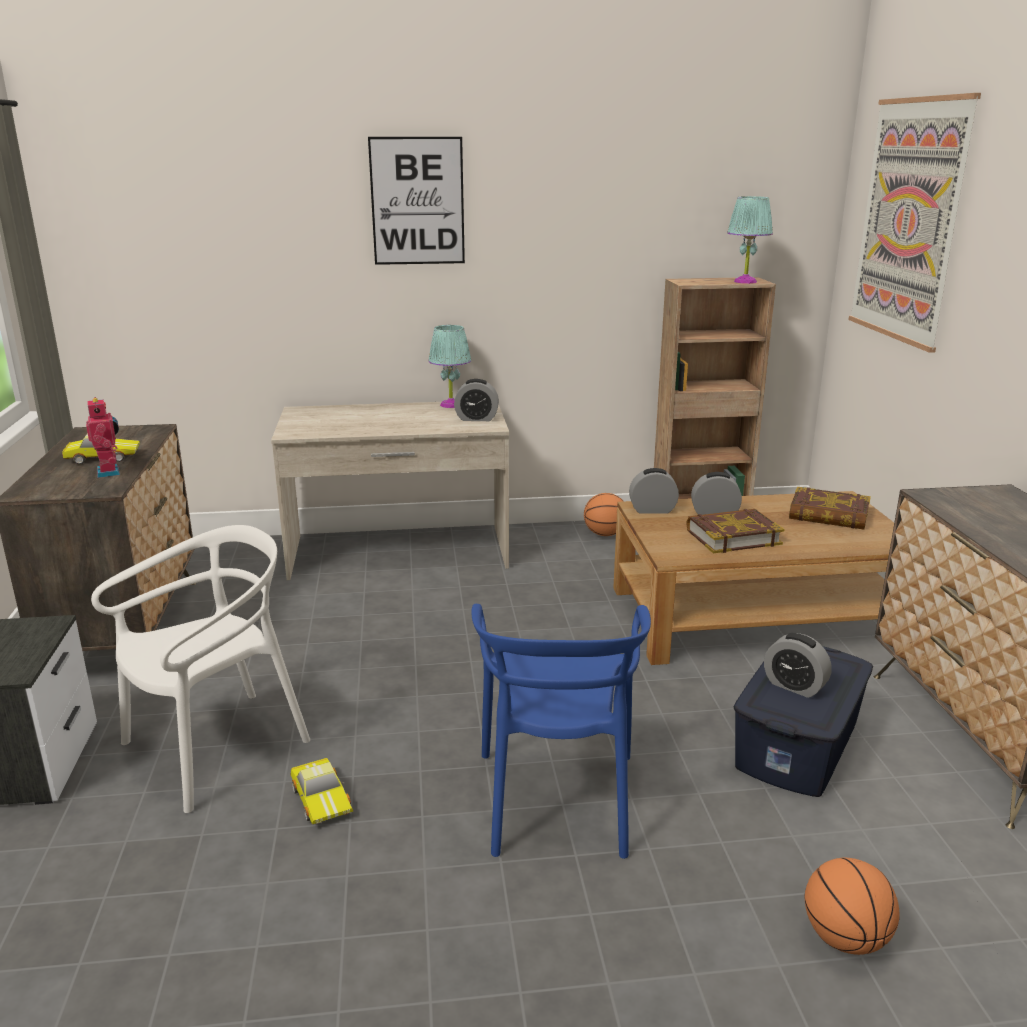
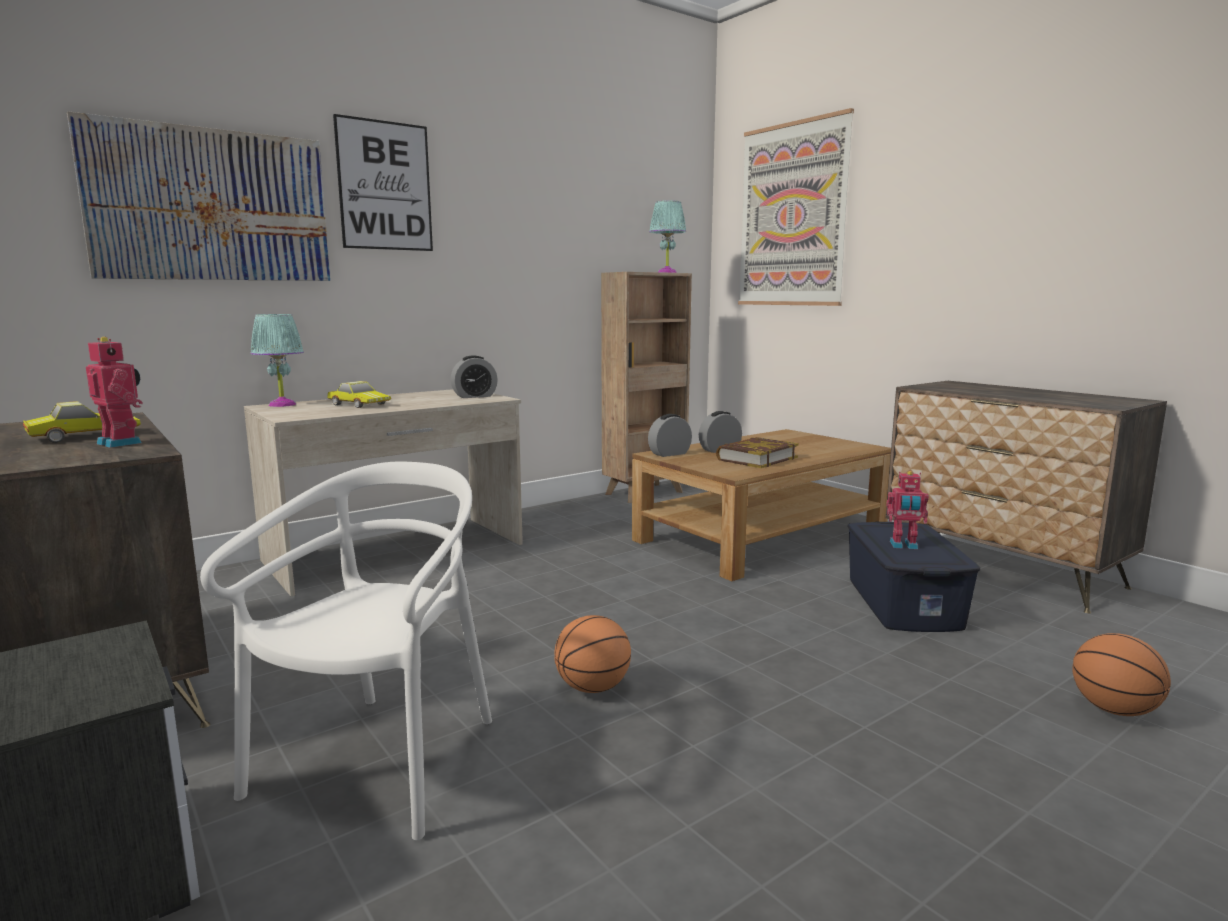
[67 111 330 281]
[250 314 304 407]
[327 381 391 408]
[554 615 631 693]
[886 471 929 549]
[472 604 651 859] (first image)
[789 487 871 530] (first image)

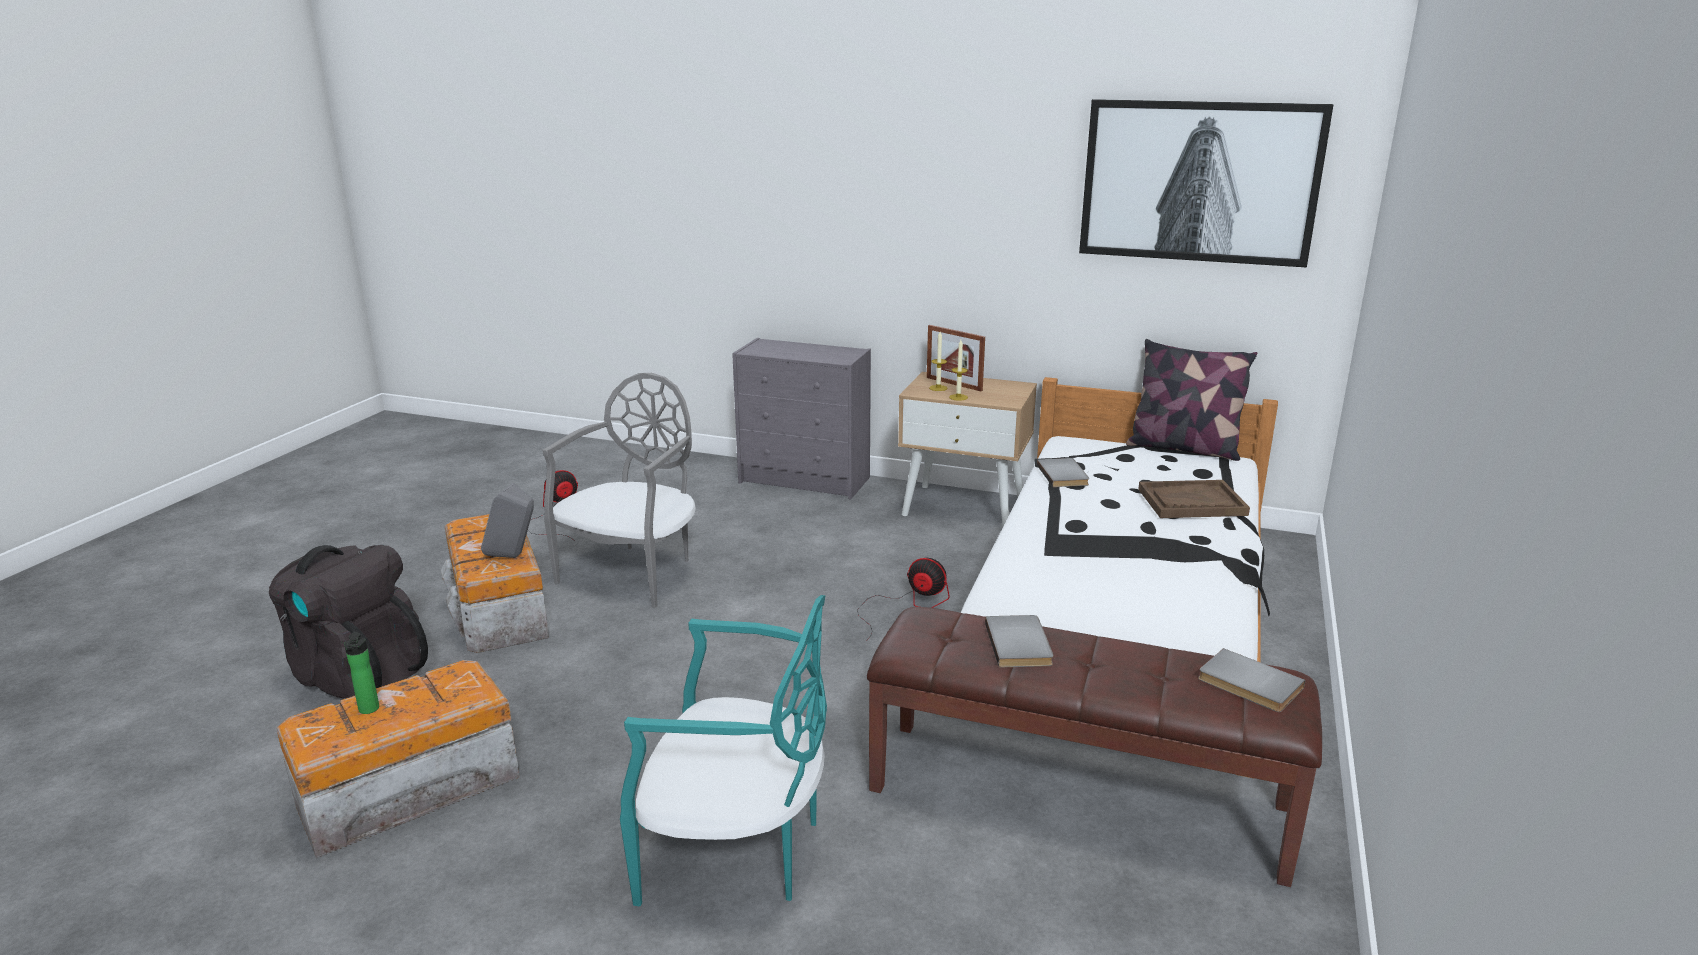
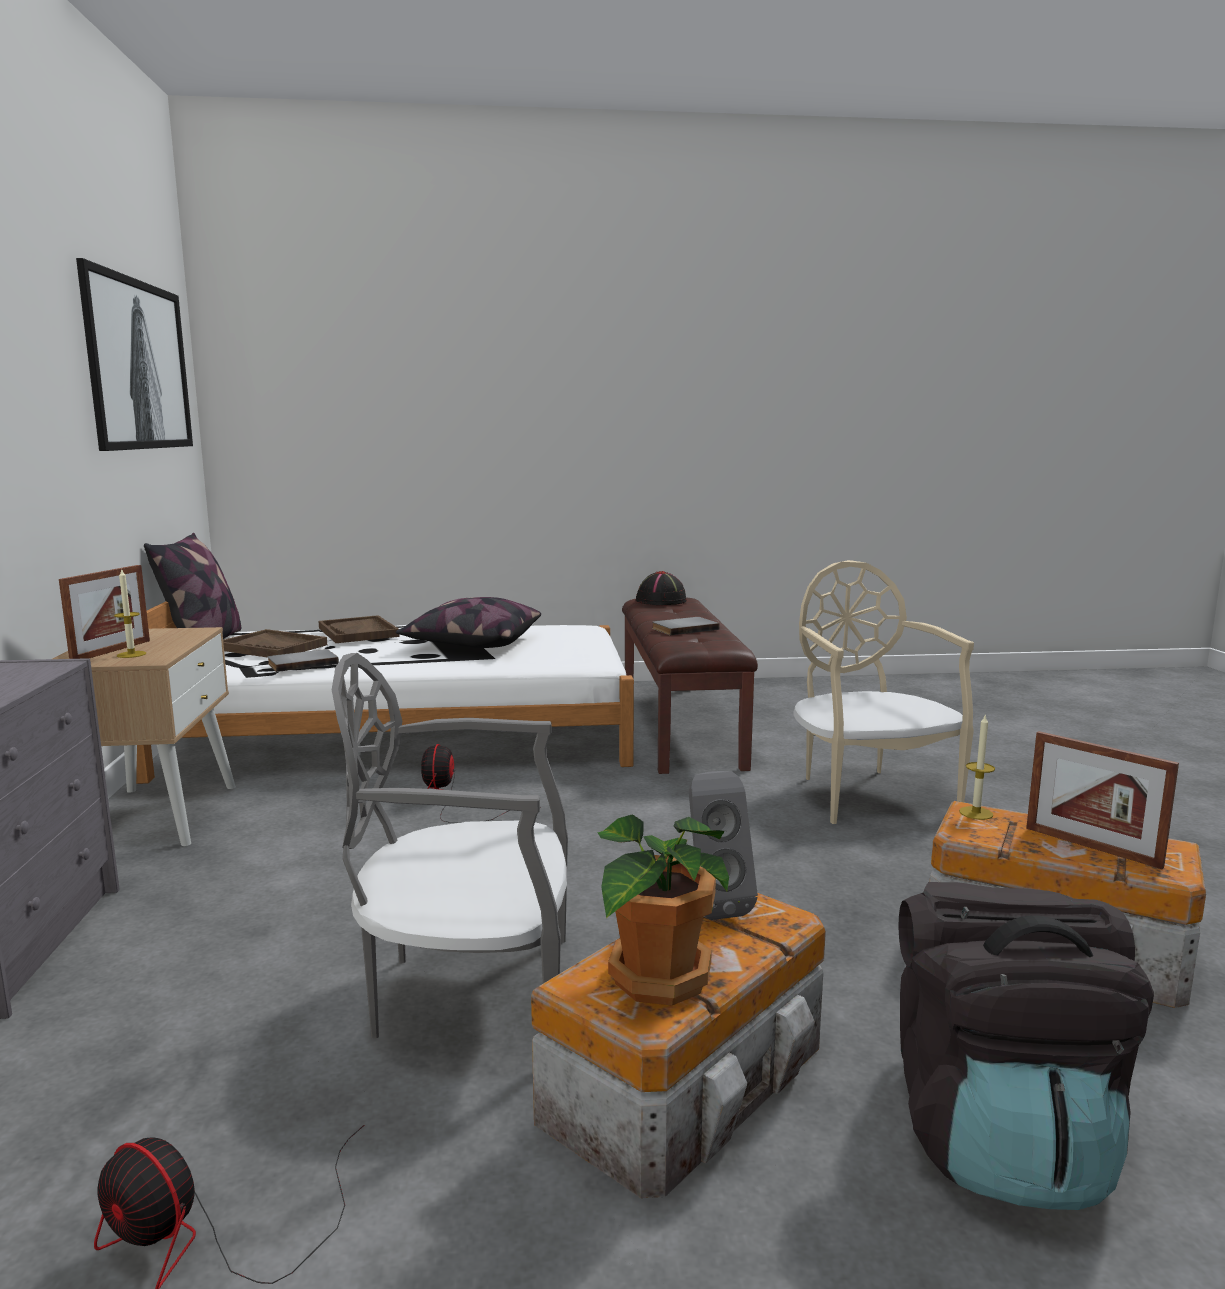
[223 629 327 658]
[396 597 541 648]
[597 814 729 1006]
[635 571 687 605]
[793 560 974 824]
[959 716 995 820]
[1026 731 1179 869]

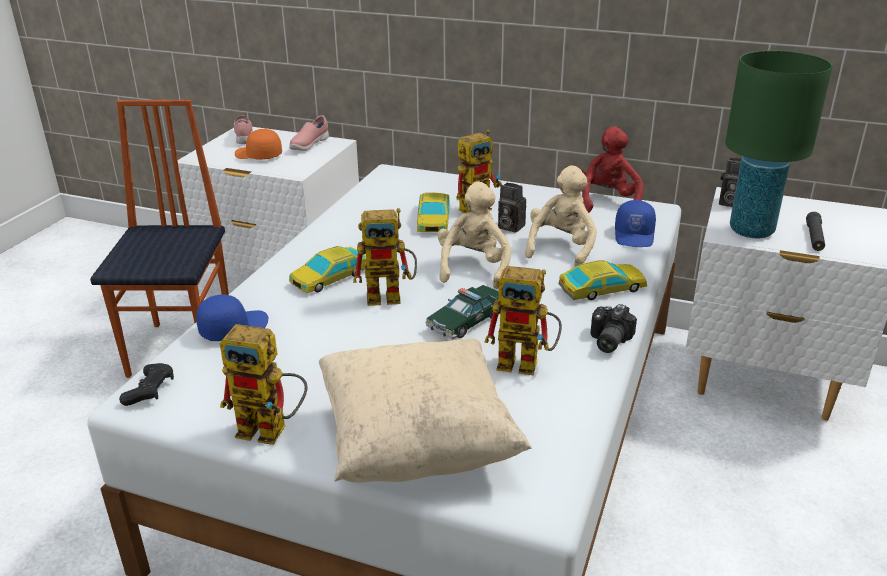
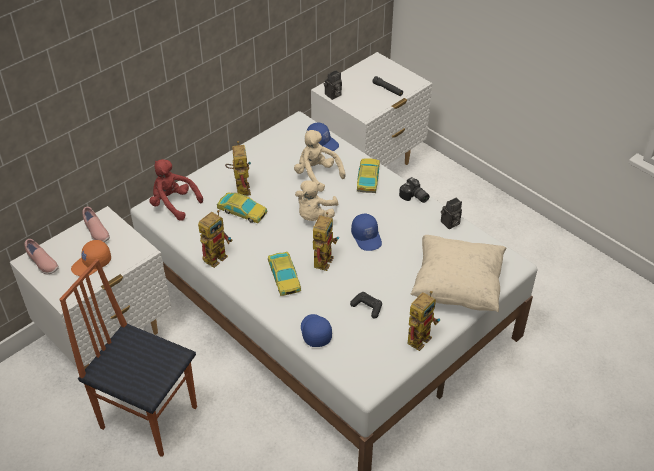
[24 239 59 274]
[149 159 203 221]
[198 210 232 268]
[295 180 338 221]
[350 292 382 319]
[351 213 382 251]
[441 198 462 229]
[725 50 833 238] (first image)

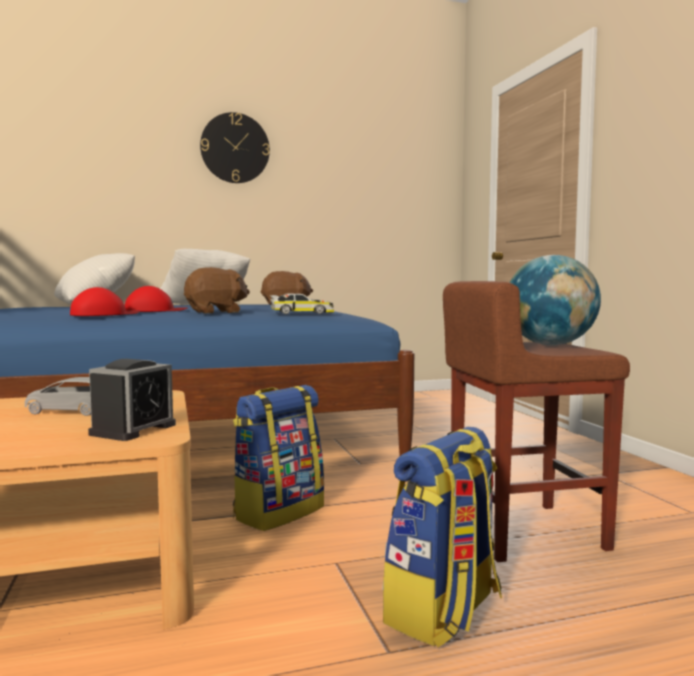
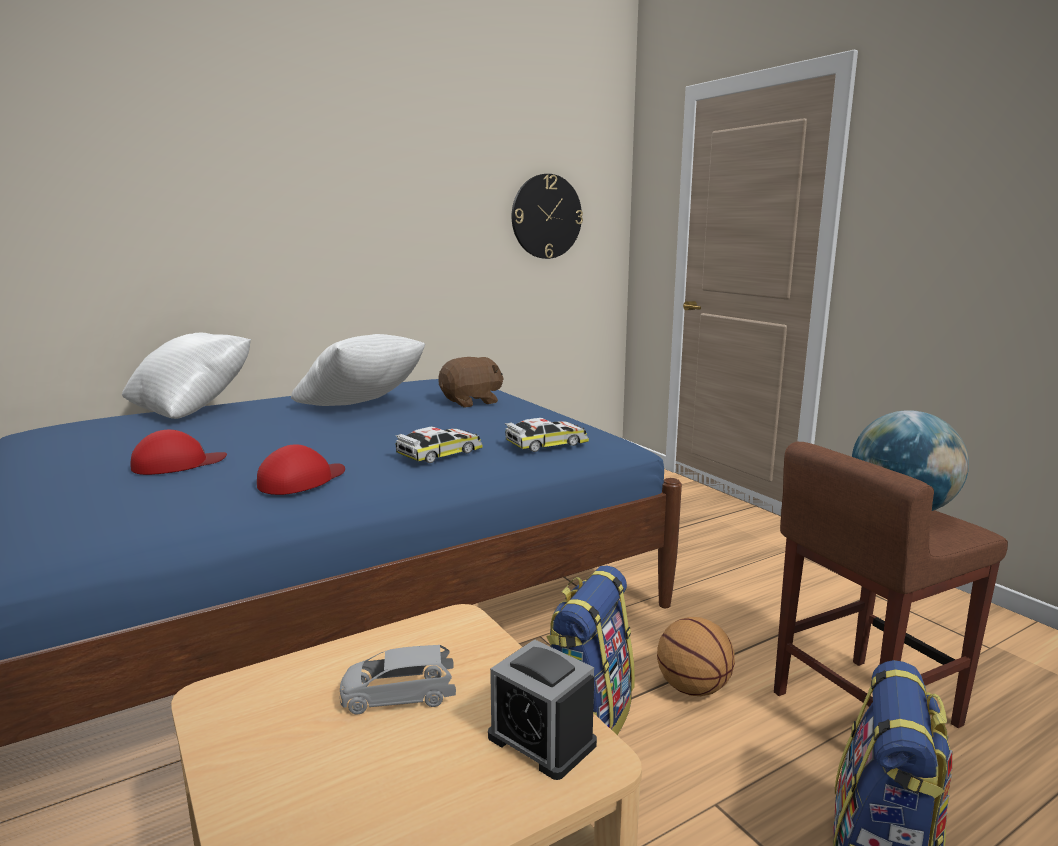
[131 430 227 475]
[395 427 483 463]
[488 639 597 780]
[512 174 583 259]
[657 617 735 696]

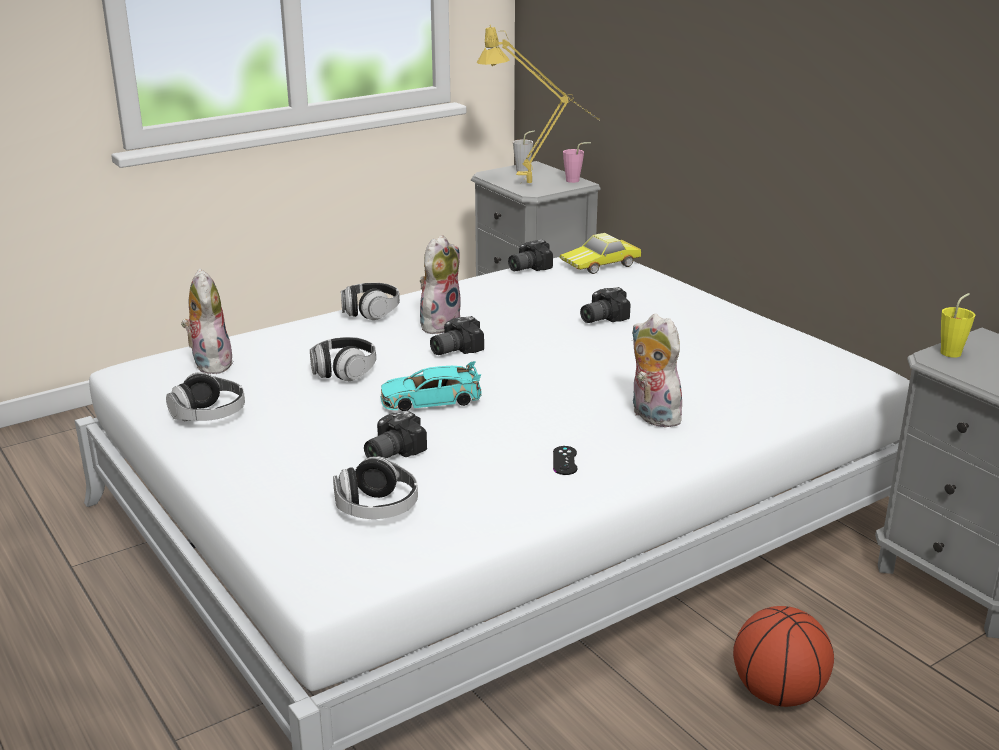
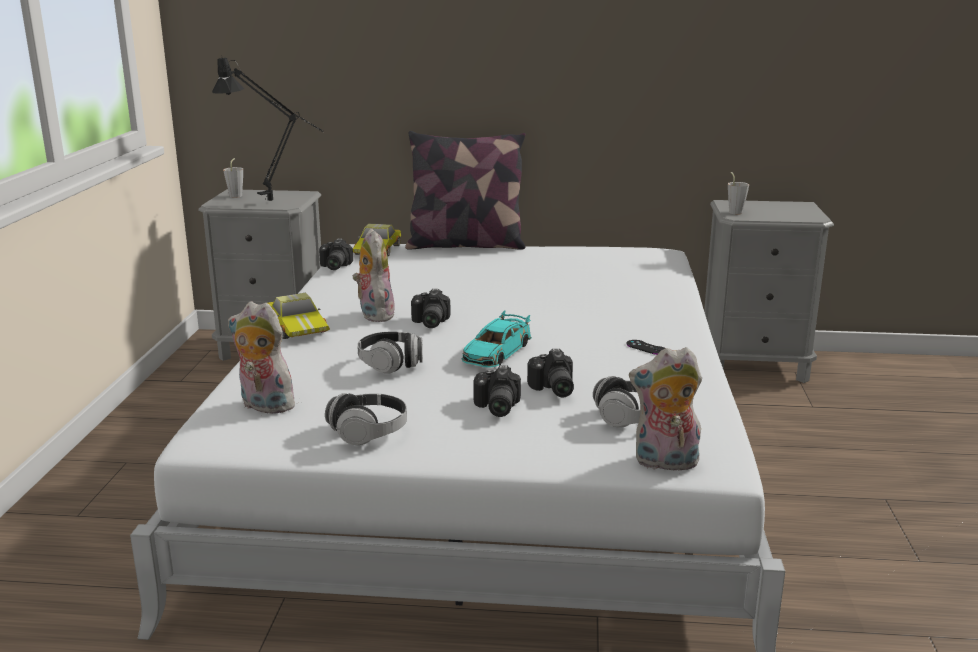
[212 58 323 201]
[268 293 330 339]
[405 131 525 250]
[473 365 521 417]
[629 347 702 474]
[728 172 749 215]
[563 142 591 183] (first image)
[733 606 834 707] (first image)

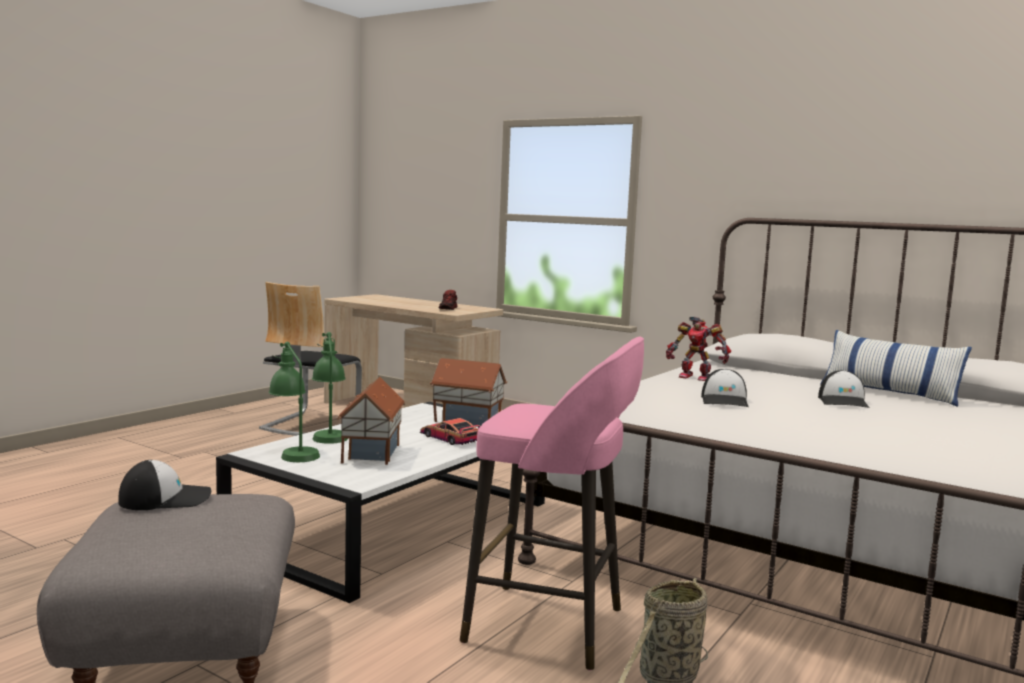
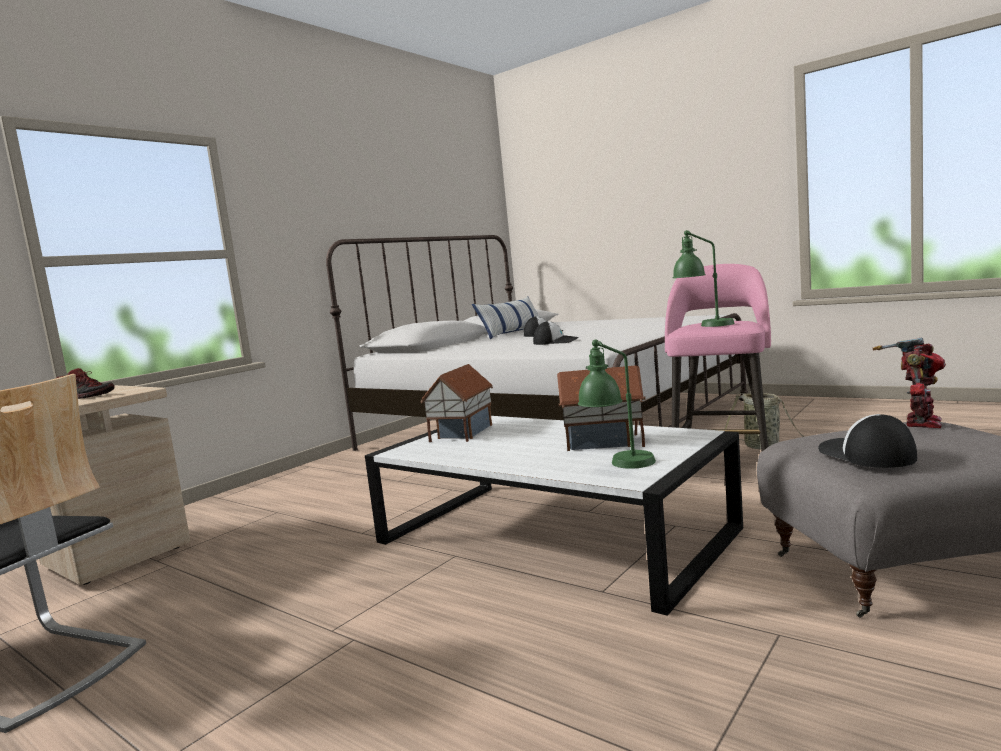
[673 230 735 327]
[873 338 946 428]
[420 418 480 445] (first image)

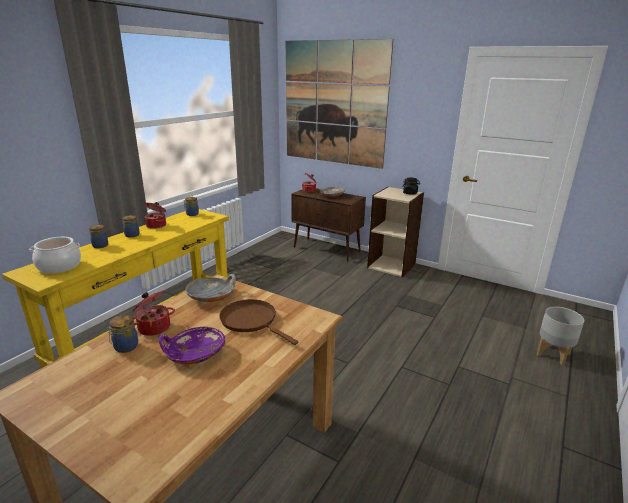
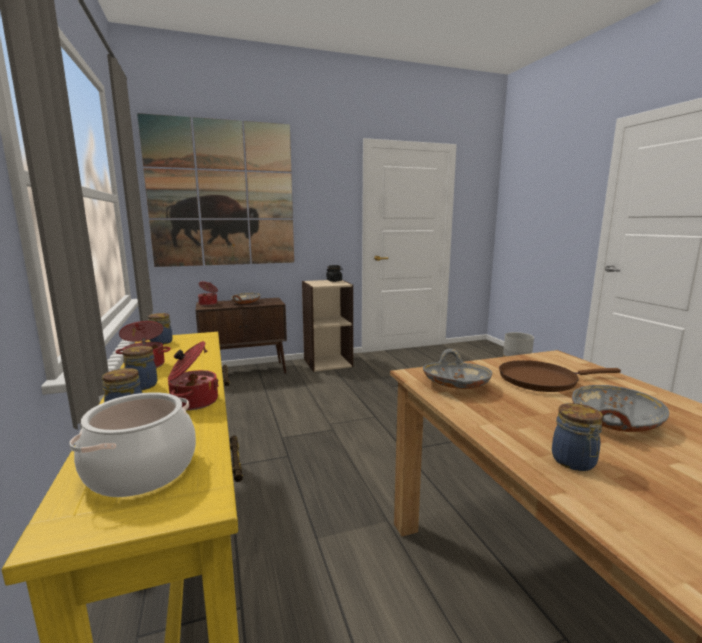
[168 341 219 410]
[572 385 669 432]

